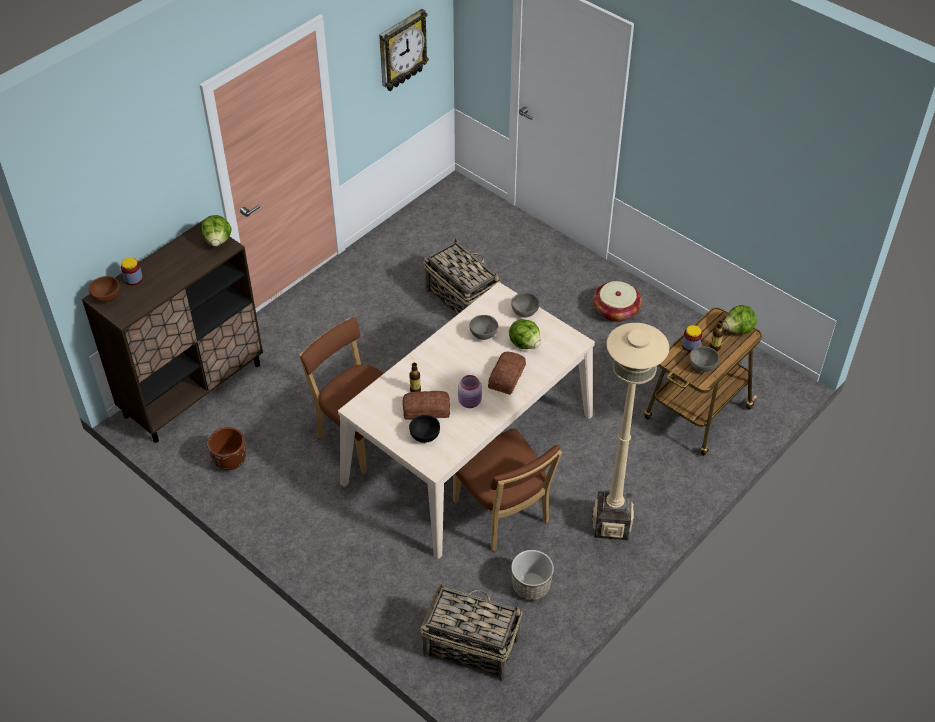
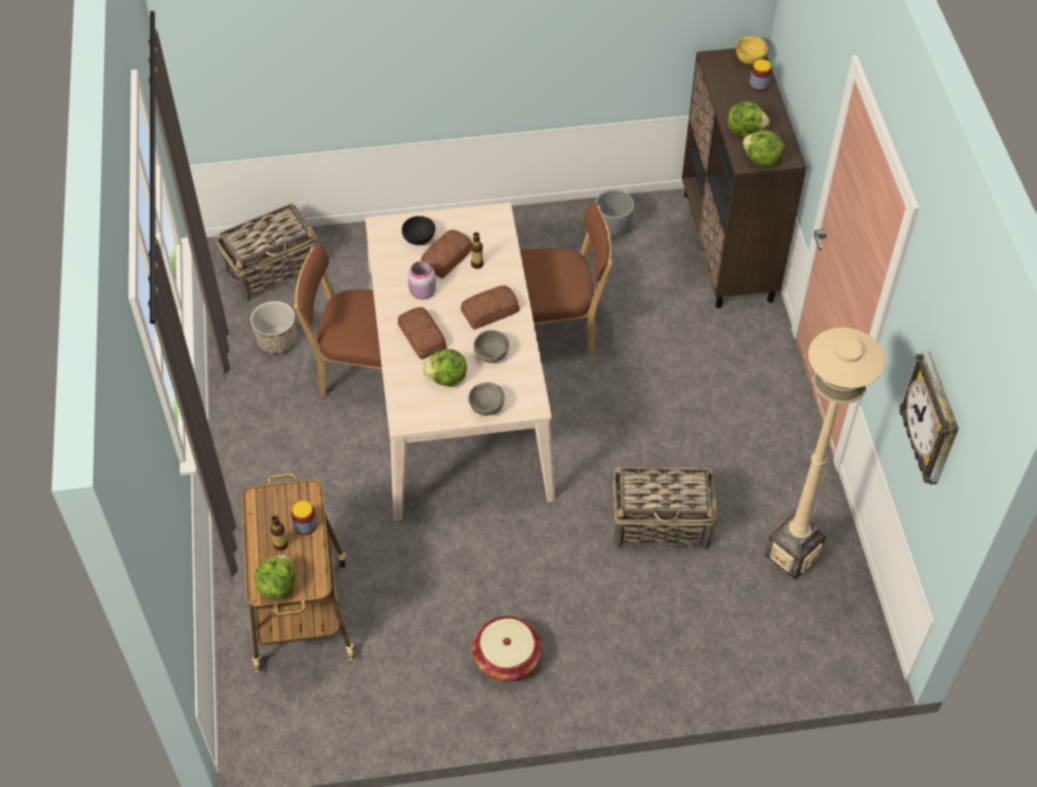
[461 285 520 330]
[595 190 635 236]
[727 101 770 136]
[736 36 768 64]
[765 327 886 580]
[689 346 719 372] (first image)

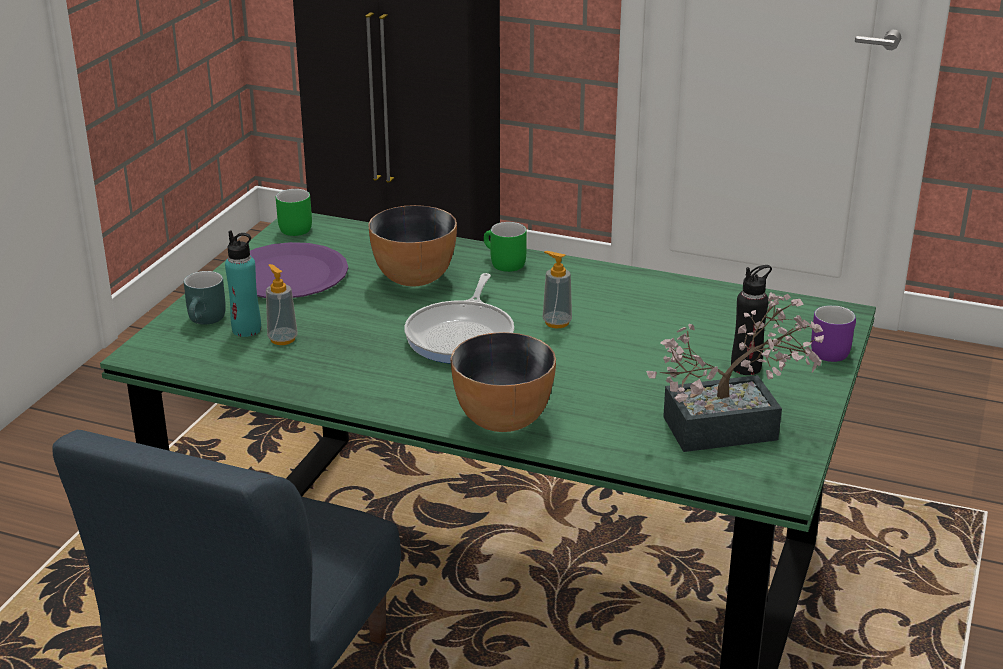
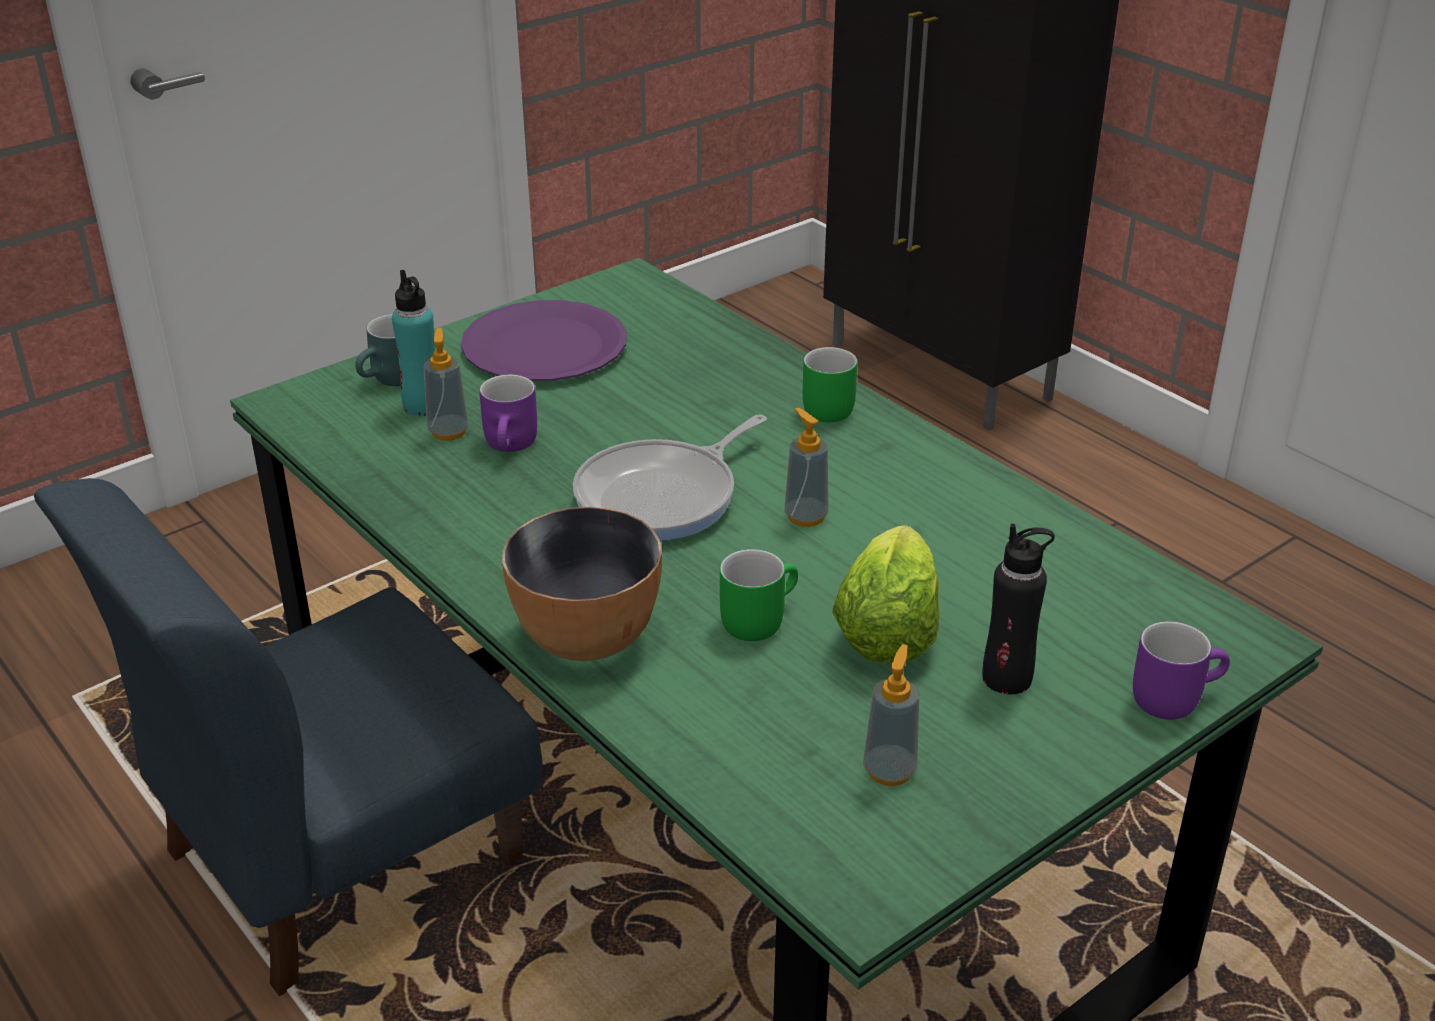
[479 375 537 452]
[720 549 798 641]
[832 525 940 663]
[863 644 919 786]
[368 205 457 287] (first image)

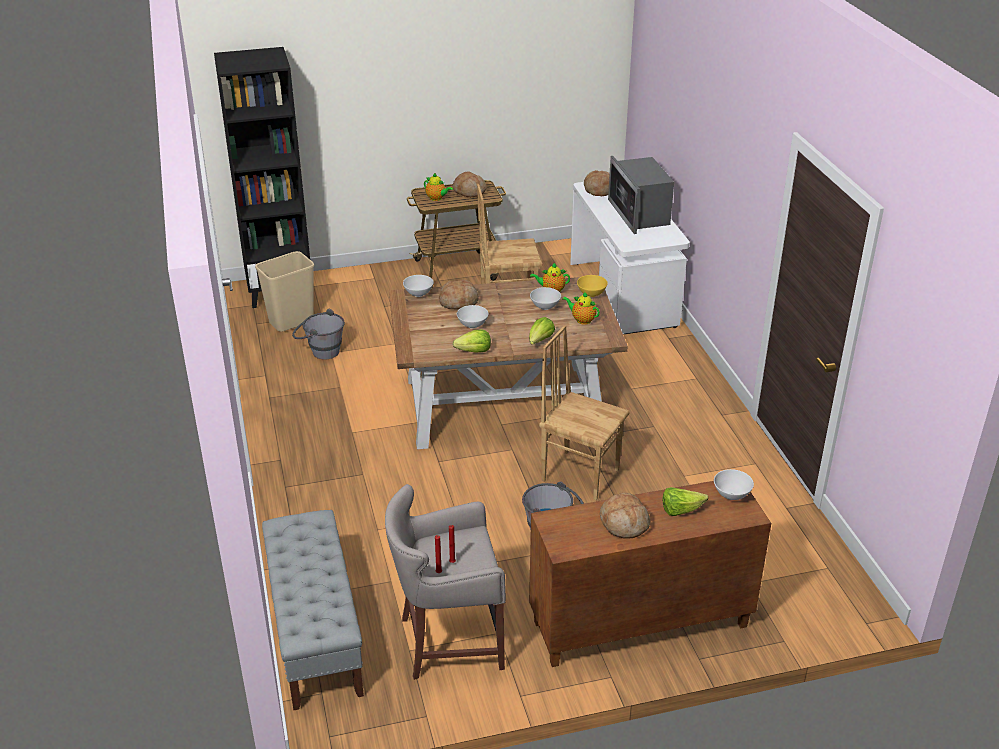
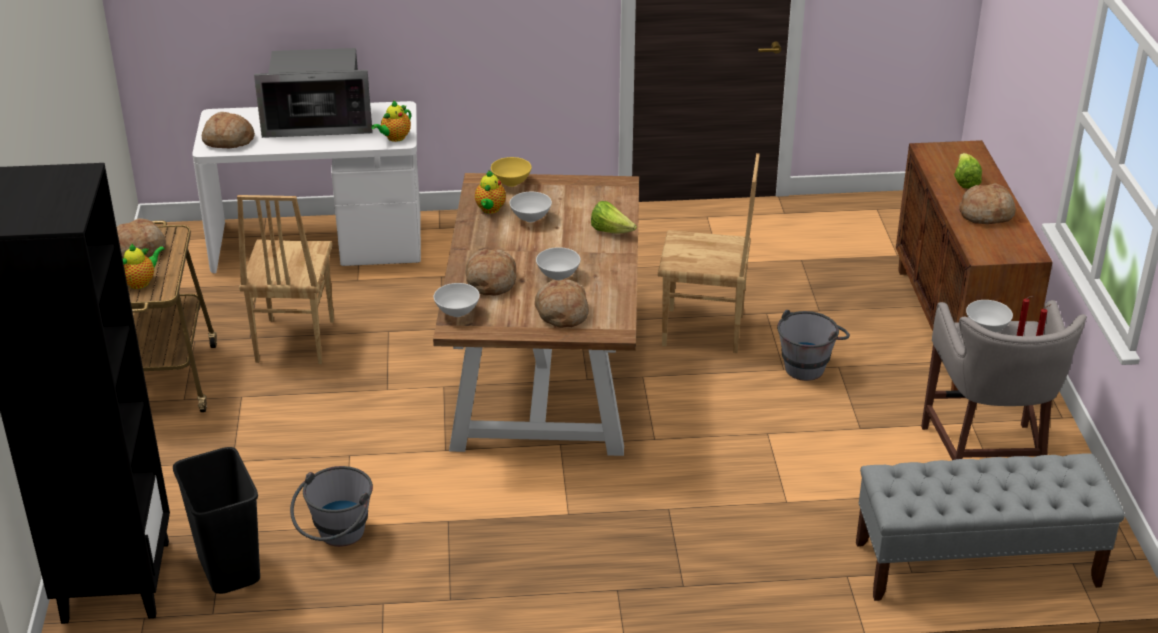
[173 447 260 594]
[371 100 411 142]
[535 279 589 328]
[658 153 760 353]
[966 300 1013 332]
[453 330 491 353] (first image)

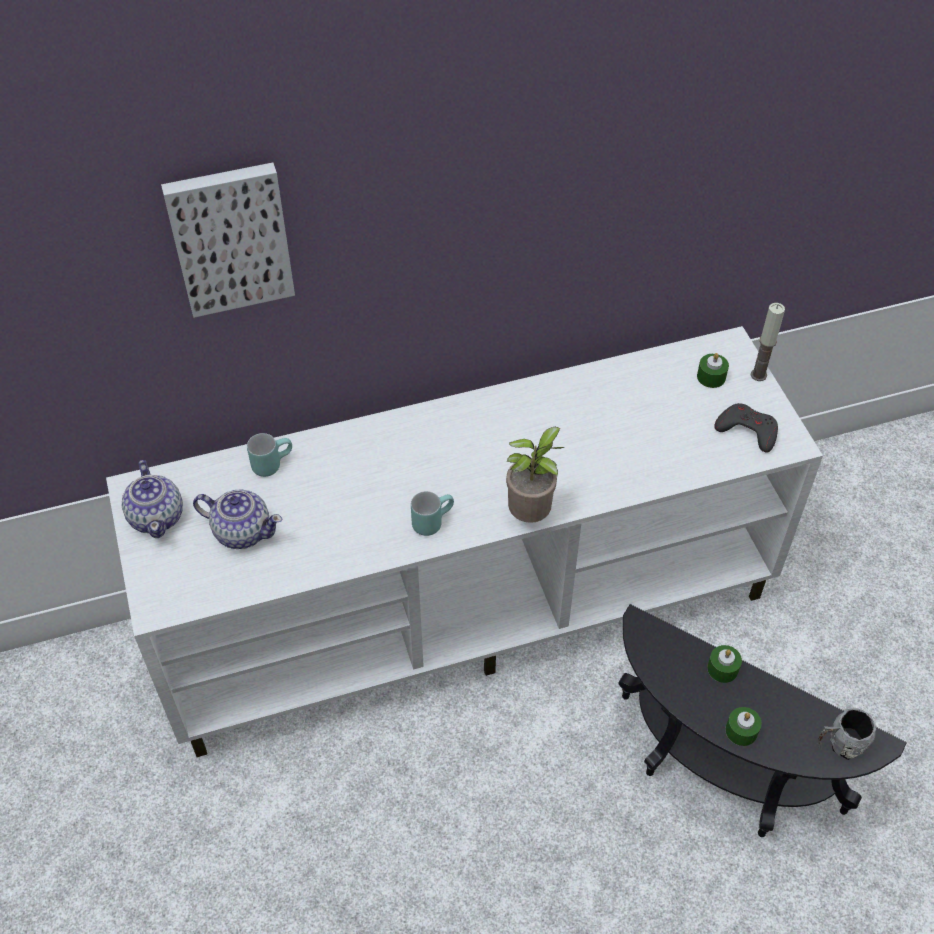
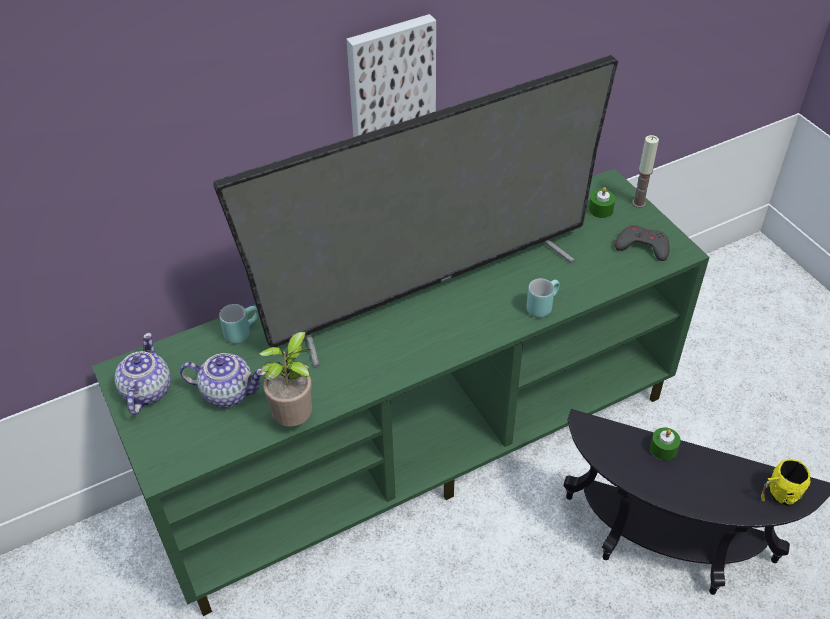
[92 168 710 616]
[114 333 171 415]
[213 55 618 368]
[259 332 312 427]
[346 14 436 137]
[526 278 560 318]
[761 459 811 506]
[725 707 762 746] (first image)

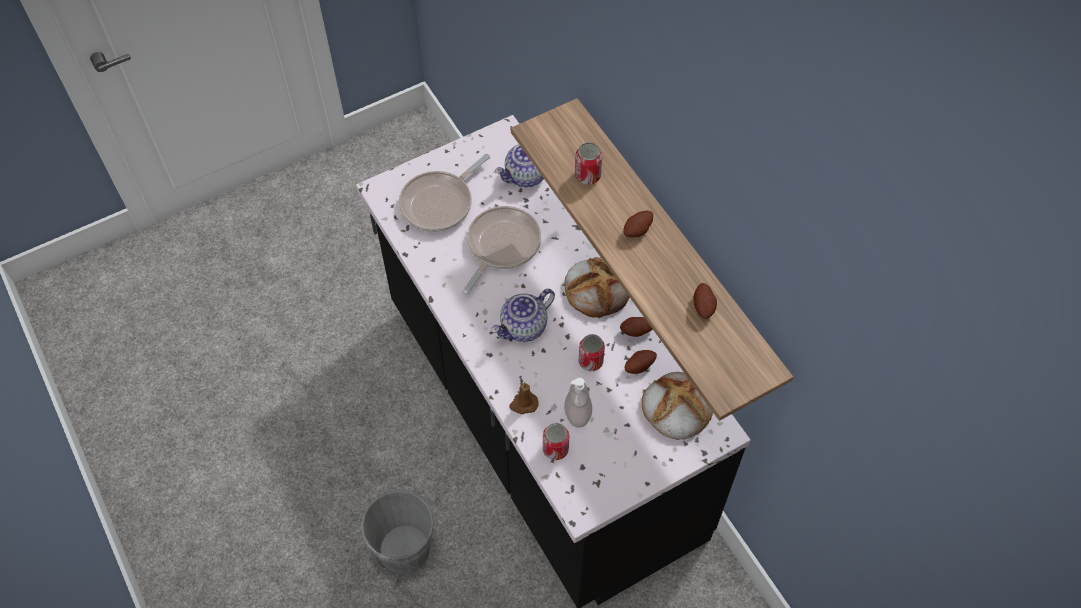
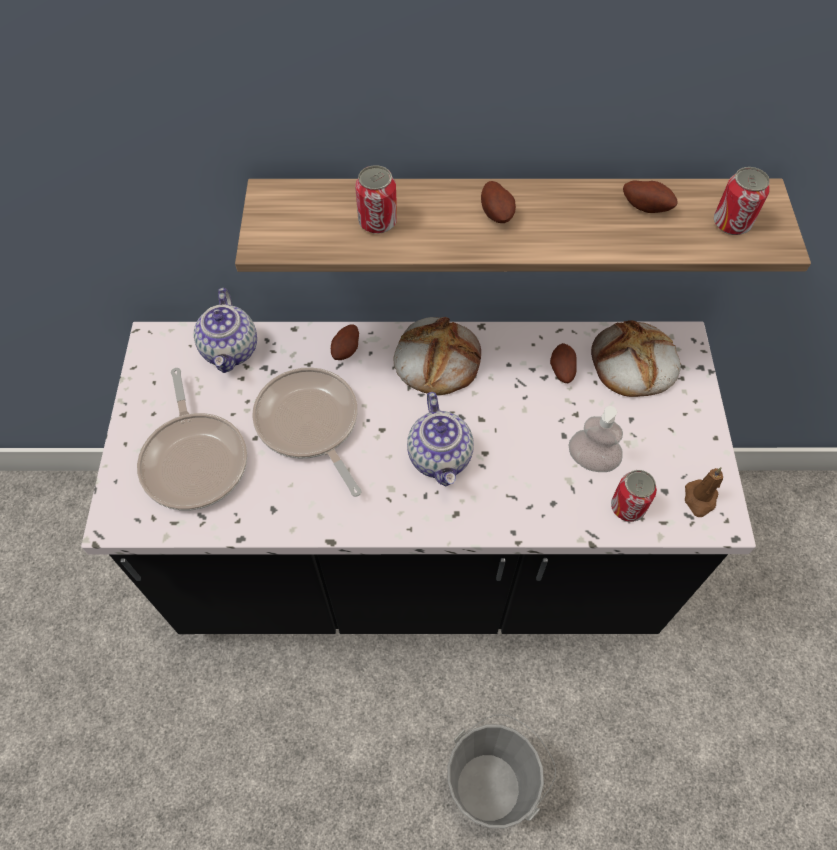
[331 324 359 360]
[685 467 723 517]
[714 167 770 235]

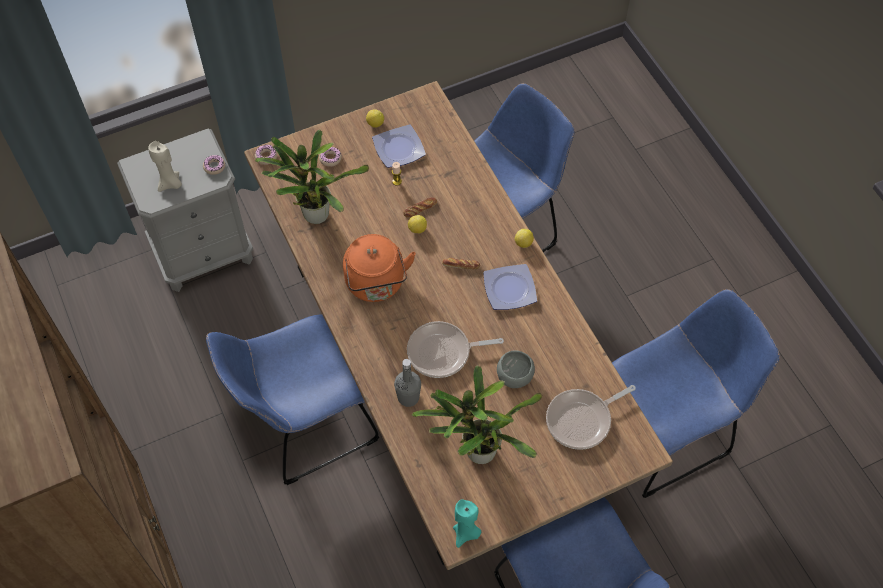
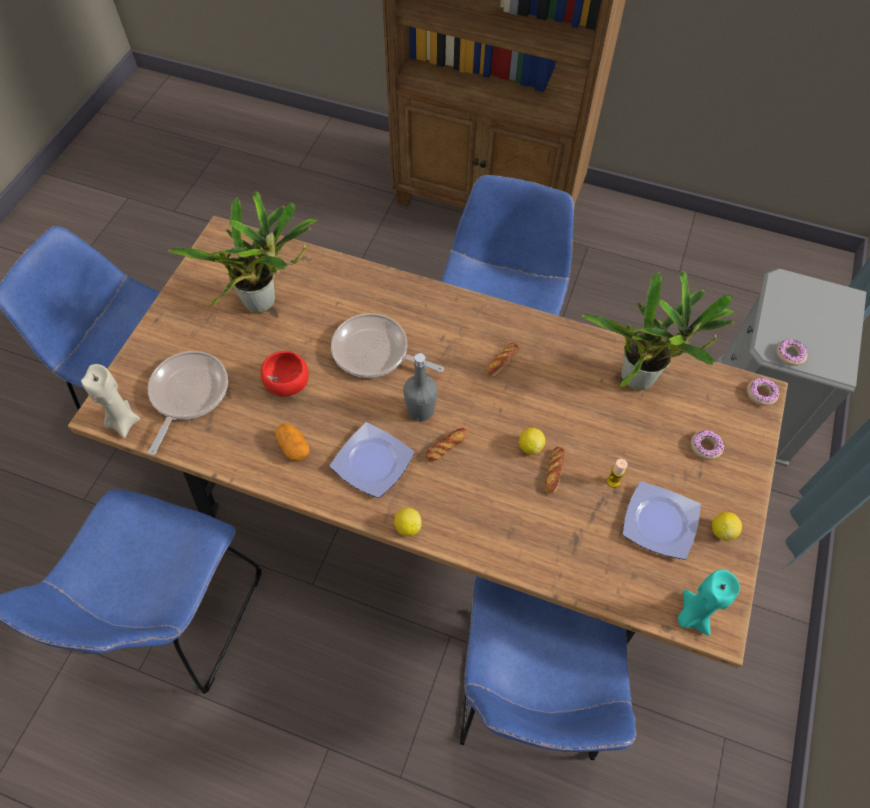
[81 364 140 438]
[261 351 309 397]
[275 424 310 461]
[331 313 444 378]
[403 353 438 422]
[485 343 519 377]
[677 570 740 636]

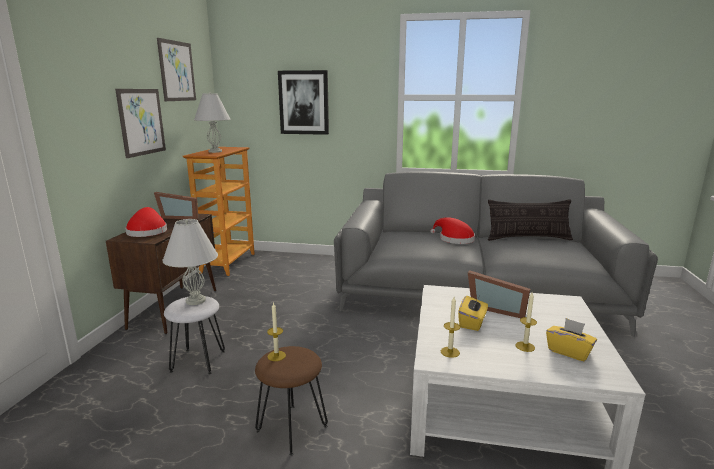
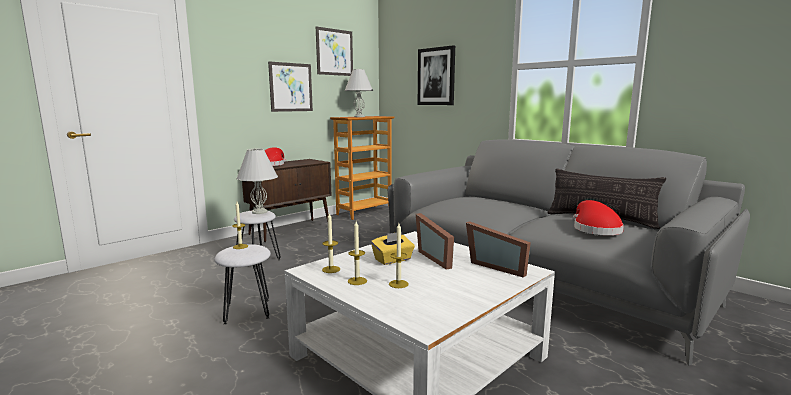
[214 244 271 325]
[348 221 367 285]
[466 221 531 278]
[573 200 624 235]
[546 318 597 361] (first image)

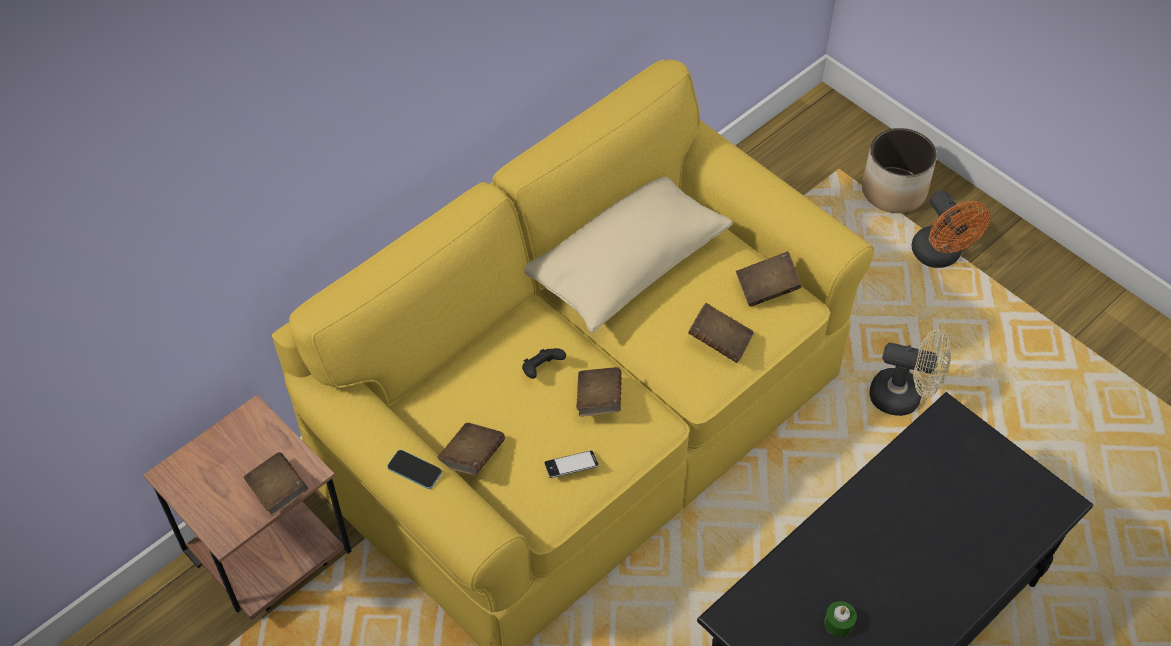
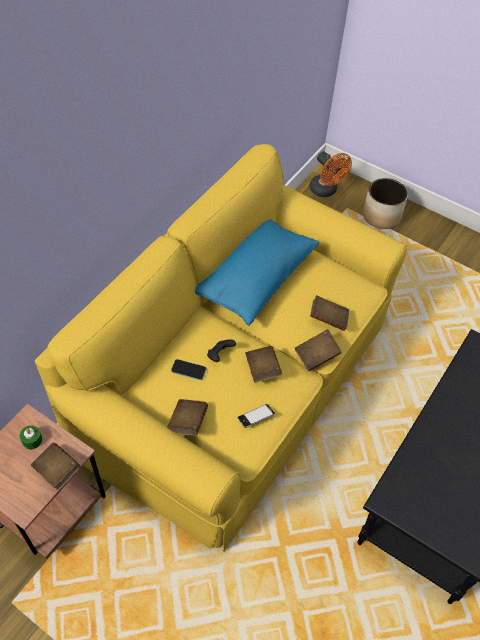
[20 425 42 449]
[171 359 206 380]
[195 219 319 326]
[295 329 342 371]
[309 151 352 197]
[869 329 951 416] (first image)

